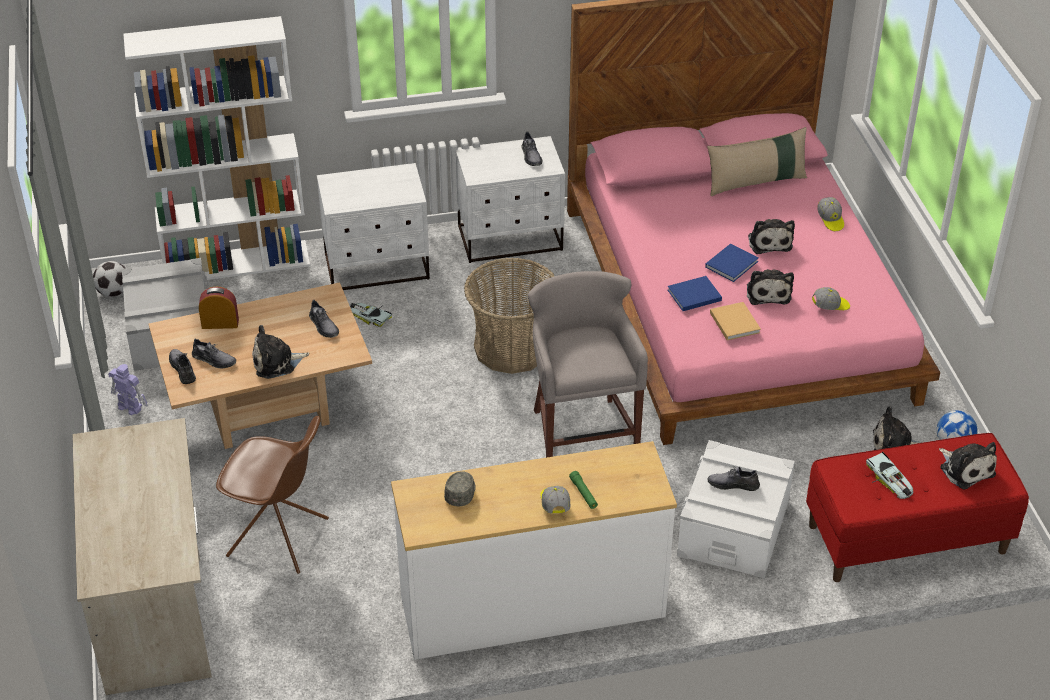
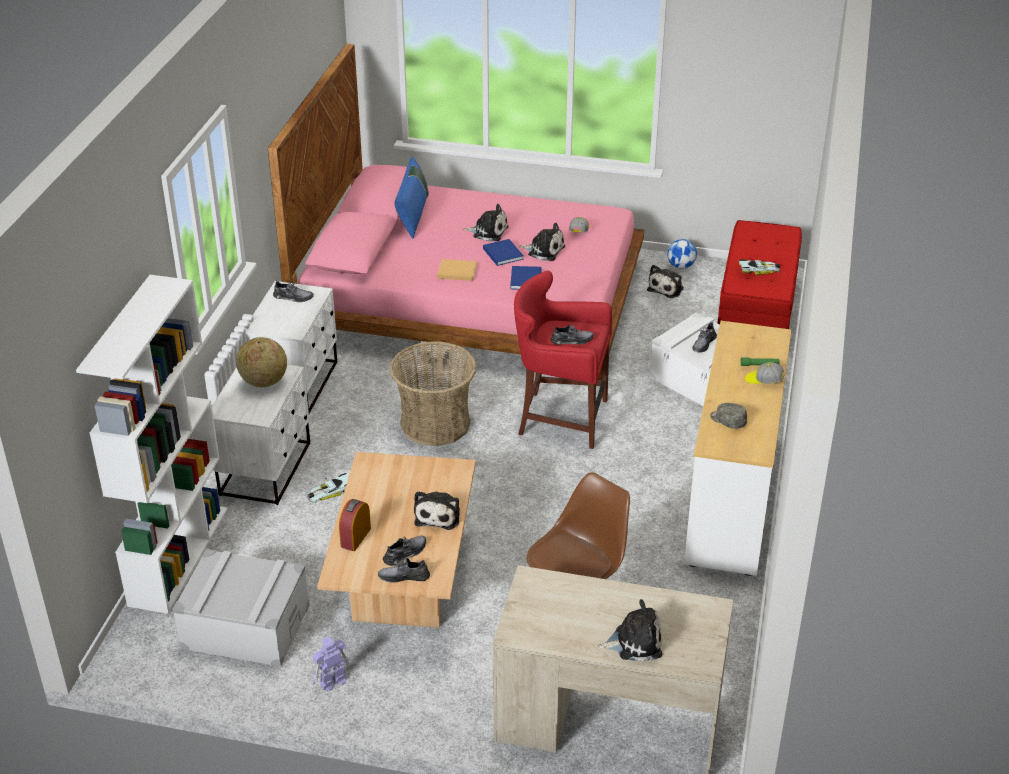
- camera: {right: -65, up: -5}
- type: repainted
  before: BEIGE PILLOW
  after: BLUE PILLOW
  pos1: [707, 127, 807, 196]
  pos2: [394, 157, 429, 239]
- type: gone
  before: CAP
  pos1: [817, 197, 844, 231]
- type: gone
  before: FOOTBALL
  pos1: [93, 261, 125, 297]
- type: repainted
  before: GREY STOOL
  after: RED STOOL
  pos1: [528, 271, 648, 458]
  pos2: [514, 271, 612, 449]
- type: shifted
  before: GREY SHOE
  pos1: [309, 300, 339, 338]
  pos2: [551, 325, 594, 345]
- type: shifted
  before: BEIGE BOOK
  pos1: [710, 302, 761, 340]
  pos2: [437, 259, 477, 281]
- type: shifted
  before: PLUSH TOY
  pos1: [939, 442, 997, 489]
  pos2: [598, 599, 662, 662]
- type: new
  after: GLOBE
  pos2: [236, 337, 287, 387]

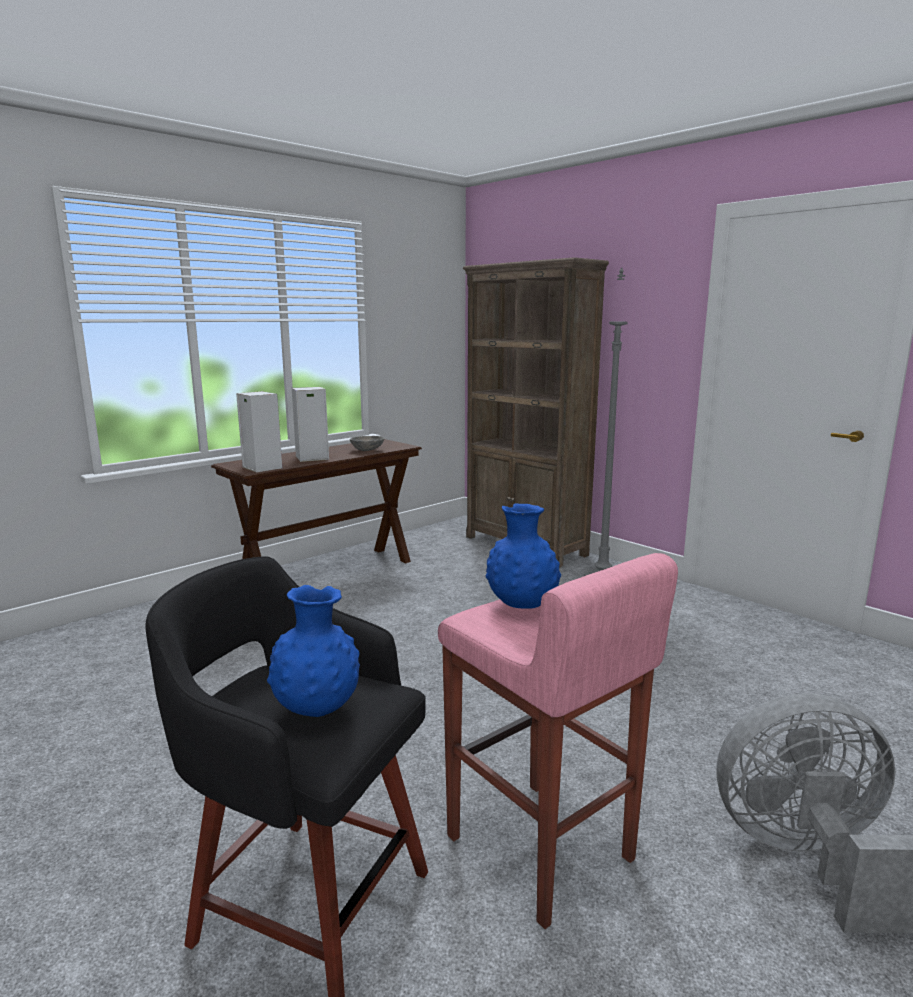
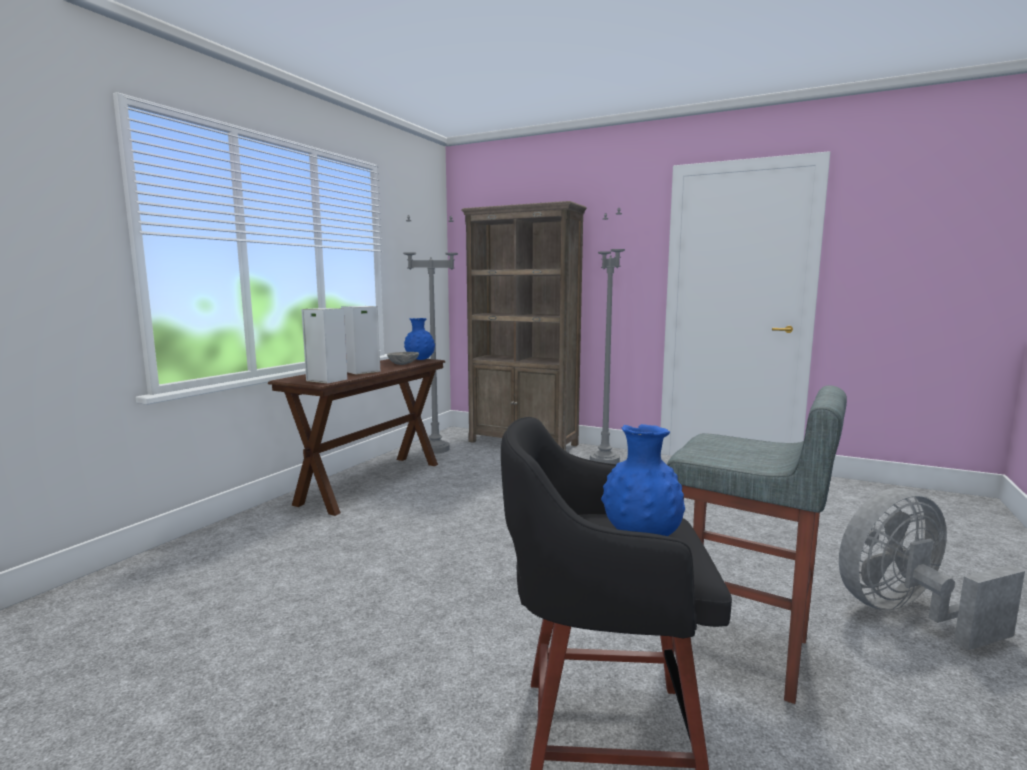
- camera: {right: -20, up: -5}
- type: shifted
  before: BLUE VASE
  pos1: [485, 503, 561, 609]
  pos2: [404, 318, 435, 360]
- type: repainted
  before: PINK STOOL
  after: GREY STOOL
  pos1: [438, 553, 678, 929]
  pos2: [667, 385, 847, 704]
- type: new
  after: GREY FLOOR LAMP
  pos2: [403, 215, 458, 454]

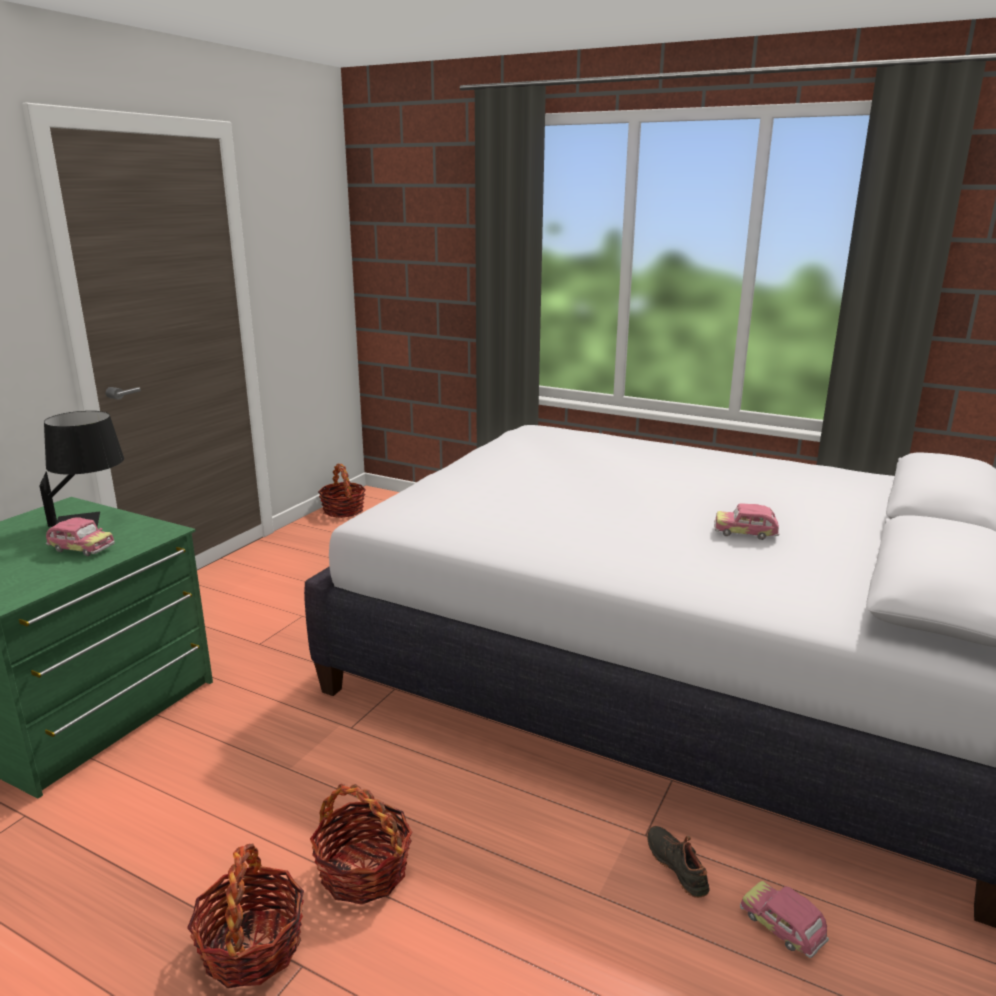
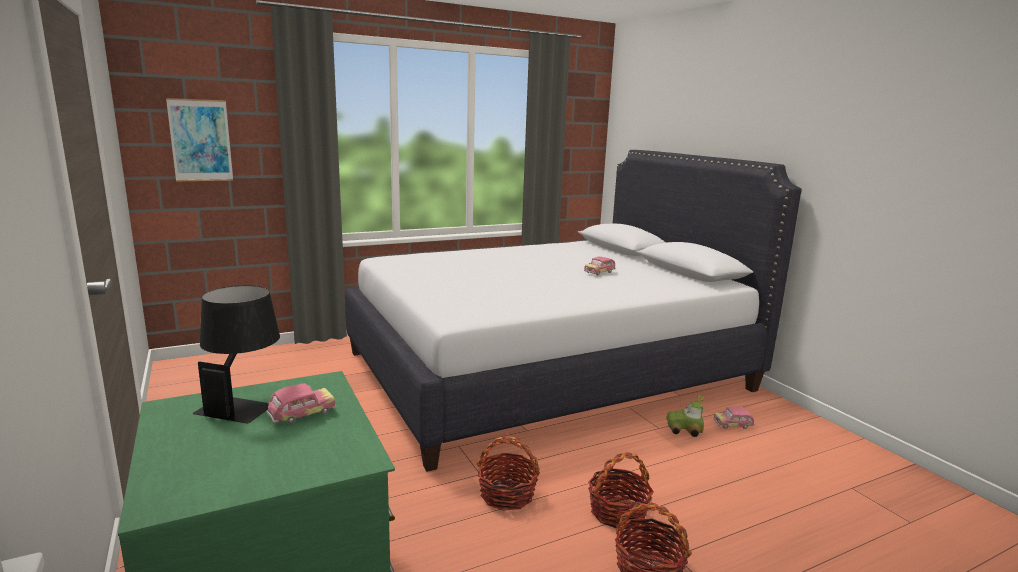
- camera: {right: -55, up: -5}
- type: shifted
  before: BASKET
  pos1: [318, 464, 366, 518]
  pos2: [476, 436, 540, 511]
- type: swapped
  before: BLACK SHOE
  after: TOY CAR
  pos1: [647, 826, 710, 898]
  pos2: [666, 395, 704, 437]
- type: new
  after: PICTURE
  pos2: [166, 98, 233, 181]

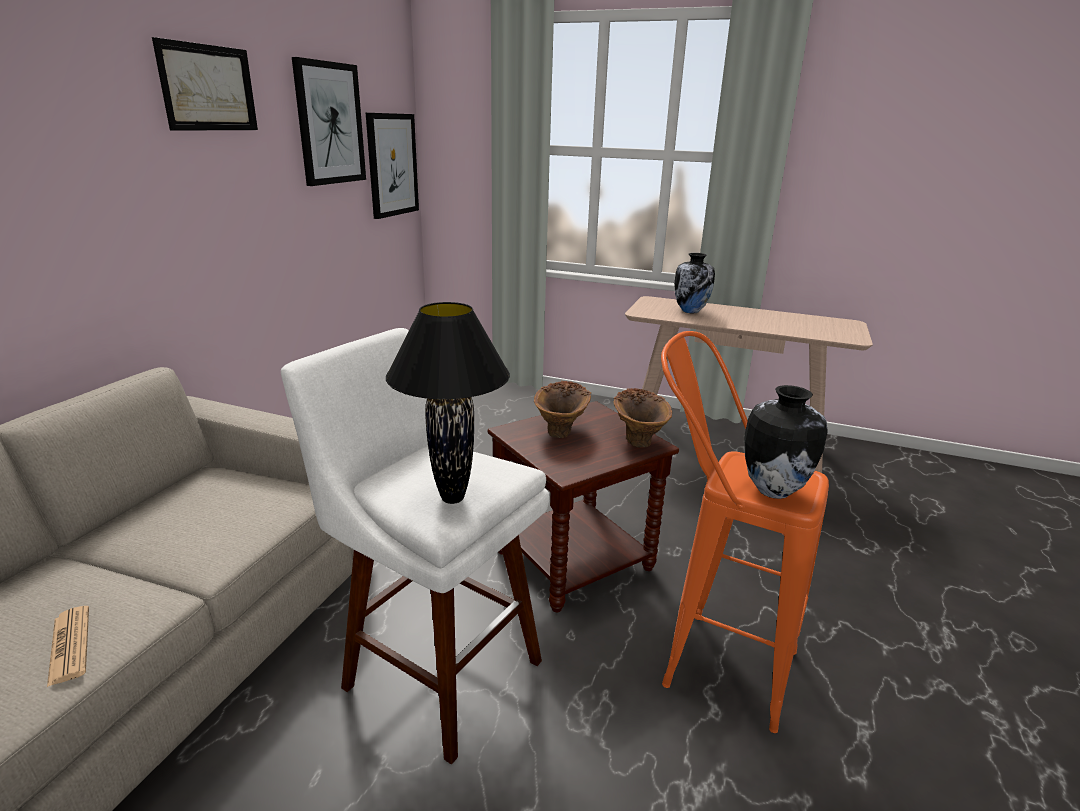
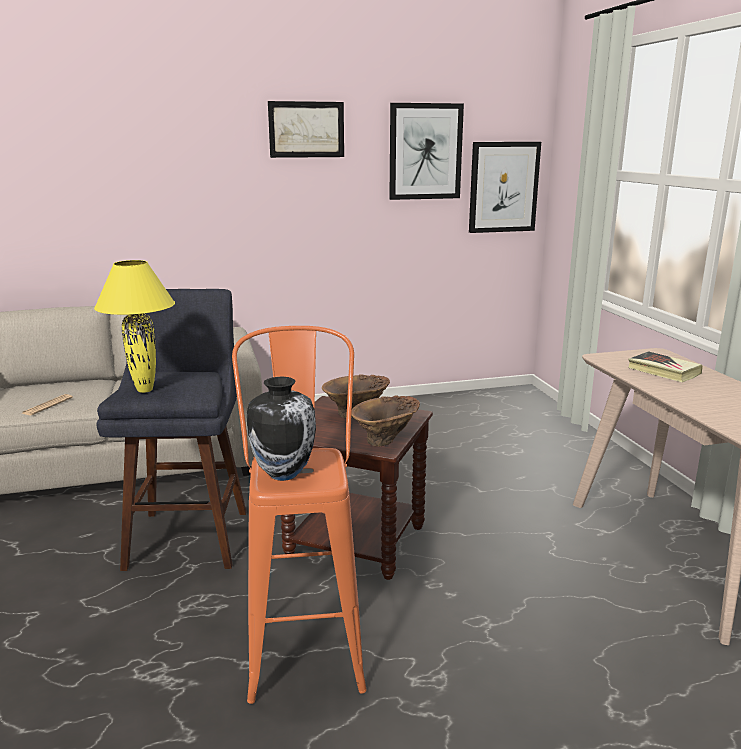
- camera: {right: 55, up: -5}
- type: swapped
  before: VASE
  after: BOOK
  pos1: [674, 253, 715, 313]
  pos2: [628, 351, 703, 382]
- type: repainted
  before: BLACK TABLE LAMP
  after: YELLOW TABLE LAMP
  pos1: [386, 302, 510, 504]
  pos2: [94, 260, 175, 393]
- type: repainted
  before: WHITE STOOL
  after: BLUE STOOL
  pos1: [281, 328, 550, 765]
  pos2: [97, 289, 246, 571]

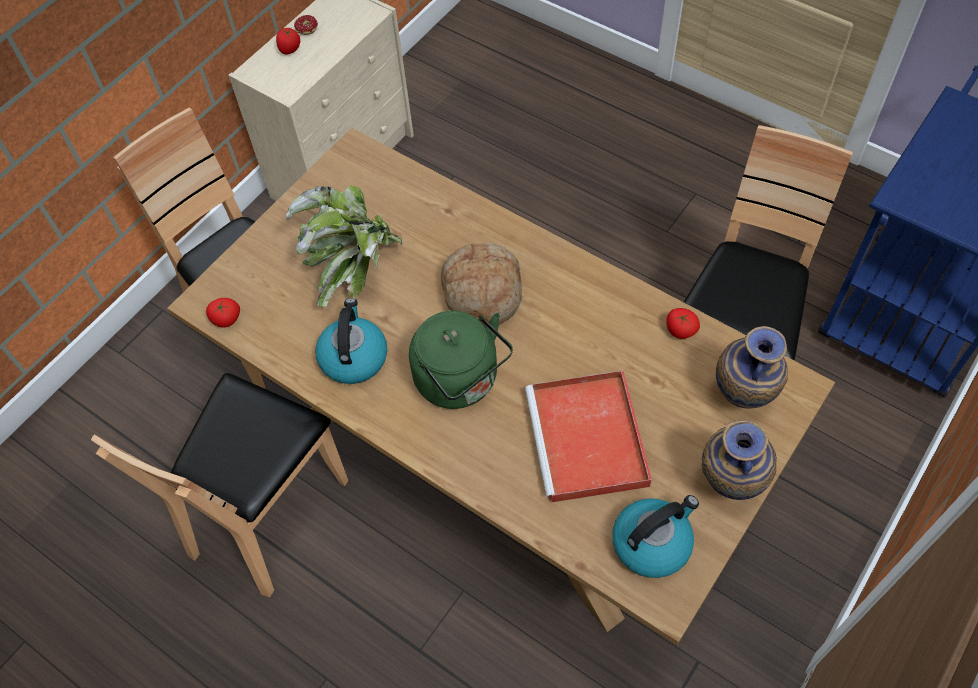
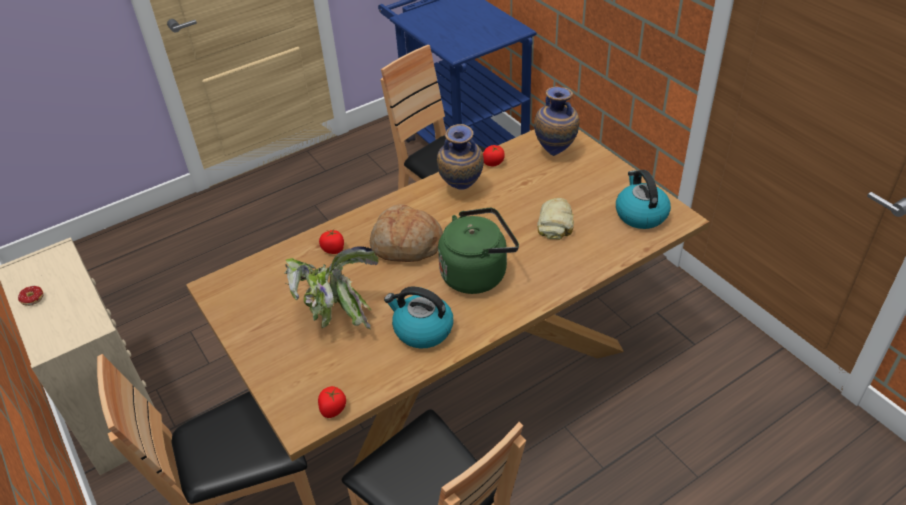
- camera: {right: -70, up: -15}
- type: shifted
  before: TOMATO
  pos1: [276, 28, 300, 54]
  pos2: [319, 229, 344, 254]
- type: swapped
  before: RED TRAY
  after: BREAD
  pos1: [525, 370, 652, 503]
  pos2: [537, 198, 574, 240]
- type: shifted
  before: VASE
  pos1: [702, 420, 777, 500]
  pos2: [437, 124, 484, 190]

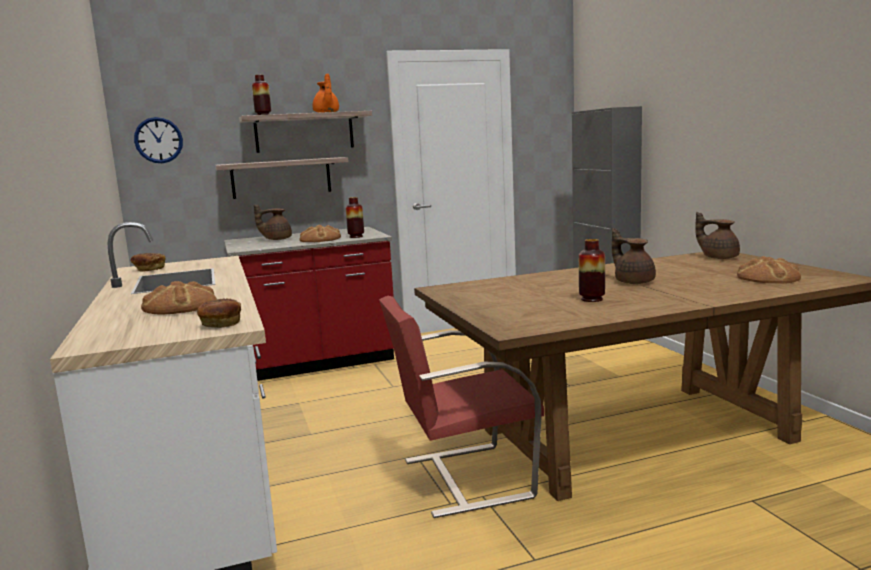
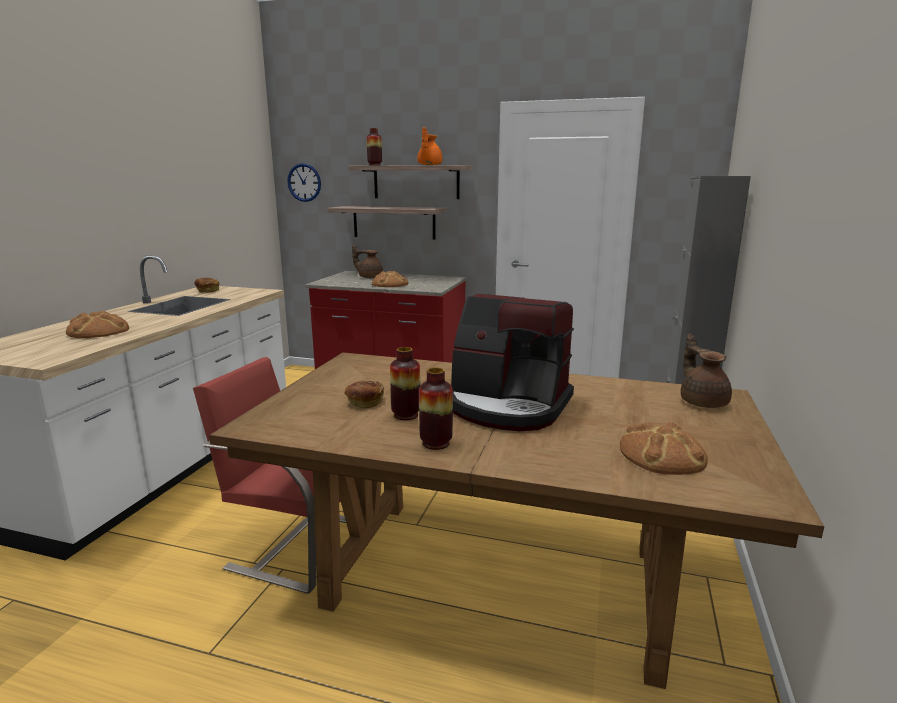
- camera: {right: 35, up: 5}
- type: shifted
  before: VASE
  pos1: [346, 197, 364, 238]
  pos2: [419, 368, 453, 450]
- type: swapped
  before: BROWN TEAPOT
  after: COFFEE MACHINE
  pos1: [612, 228, 656, 284]
  pos2: [451, 294, 574, 431]
- type: shifted
  before: BREAD
  pos1: [197, 298, 241, 328]
  pos2: [344, 380, 384, 408]

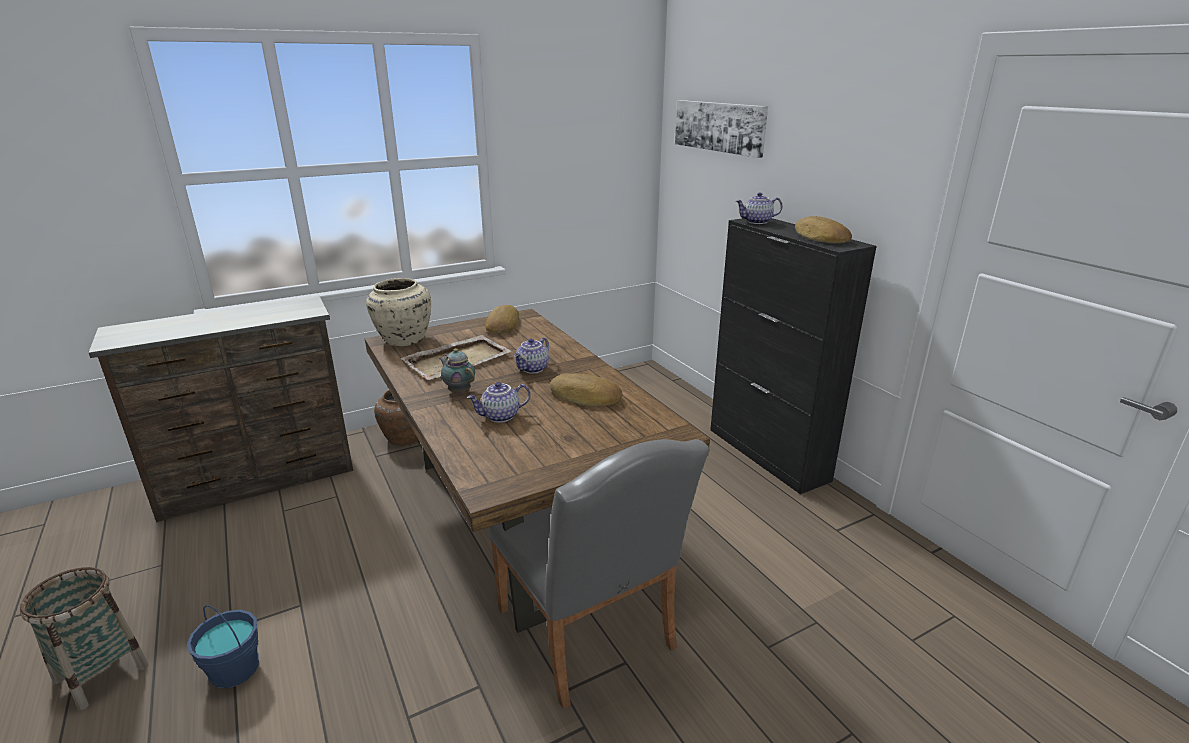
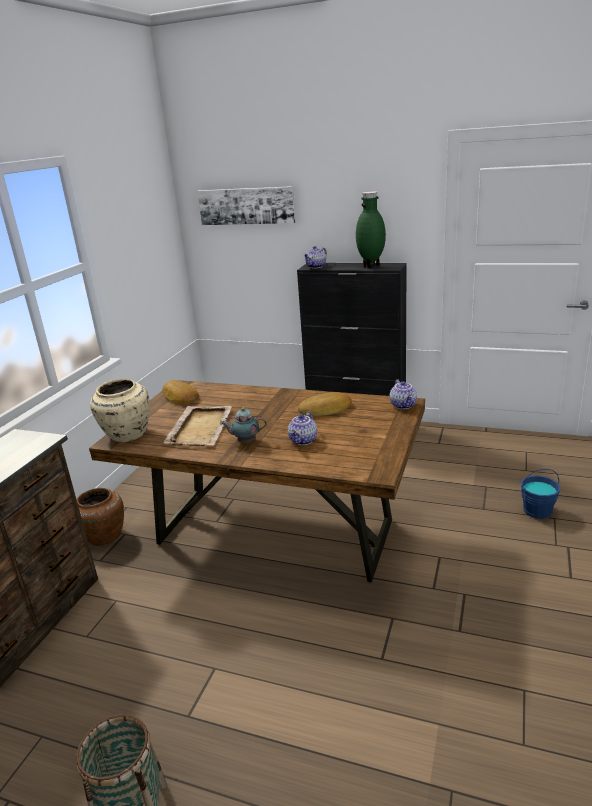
- camera: {right: -40, up: 0}
- type: swapped
  before: BREAD
  after: GREEN VASE
  pos1: [795, 216, 852, 243]
  pos2: [356, 191, 386, 268]
- type: shifted
  before: TEAPOT
  pos1: [514, 337, 549, 374]
  pos2: [390, 380, 417, 409]
- type: gone
  before: GREY CHAIR
  pos1: [489, 439, 710, 709]
- type: shifted
  before: BLUE BUCKET
  pos1: [187, 605, 259, 688]
  pos2: [521, 469, 561, 519]

